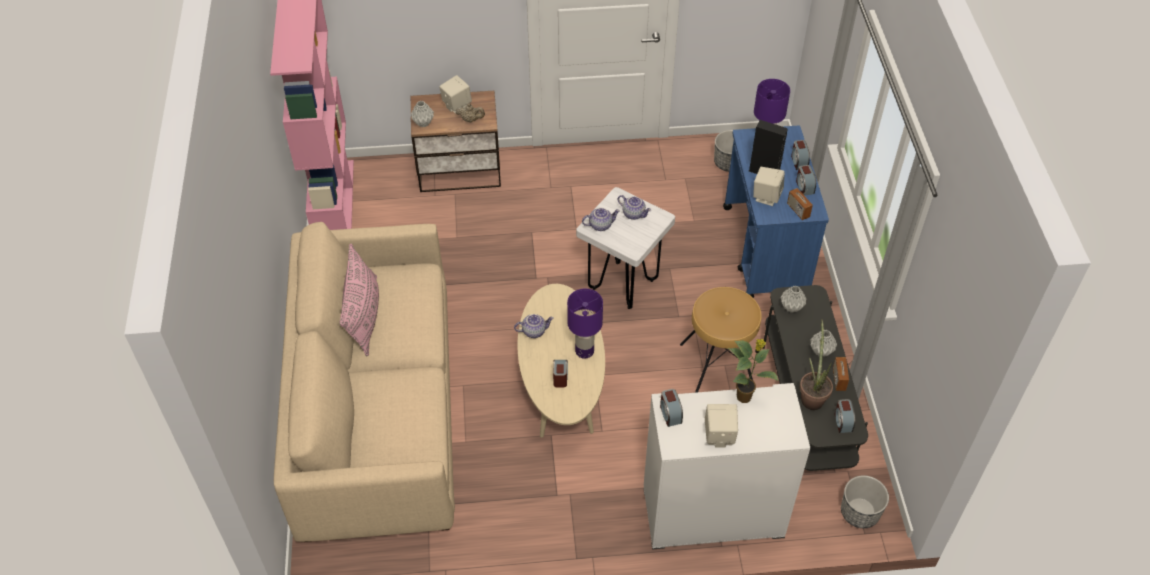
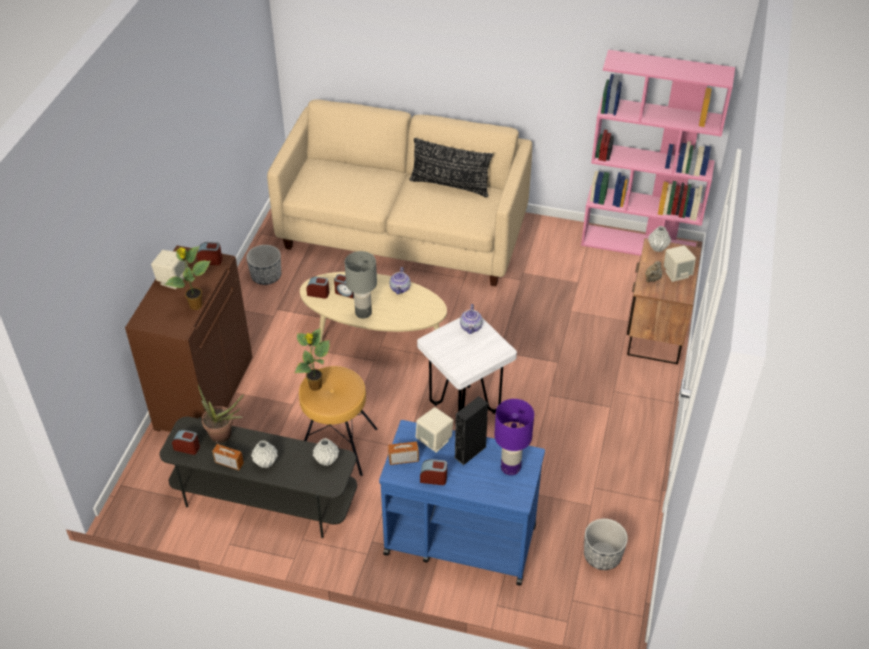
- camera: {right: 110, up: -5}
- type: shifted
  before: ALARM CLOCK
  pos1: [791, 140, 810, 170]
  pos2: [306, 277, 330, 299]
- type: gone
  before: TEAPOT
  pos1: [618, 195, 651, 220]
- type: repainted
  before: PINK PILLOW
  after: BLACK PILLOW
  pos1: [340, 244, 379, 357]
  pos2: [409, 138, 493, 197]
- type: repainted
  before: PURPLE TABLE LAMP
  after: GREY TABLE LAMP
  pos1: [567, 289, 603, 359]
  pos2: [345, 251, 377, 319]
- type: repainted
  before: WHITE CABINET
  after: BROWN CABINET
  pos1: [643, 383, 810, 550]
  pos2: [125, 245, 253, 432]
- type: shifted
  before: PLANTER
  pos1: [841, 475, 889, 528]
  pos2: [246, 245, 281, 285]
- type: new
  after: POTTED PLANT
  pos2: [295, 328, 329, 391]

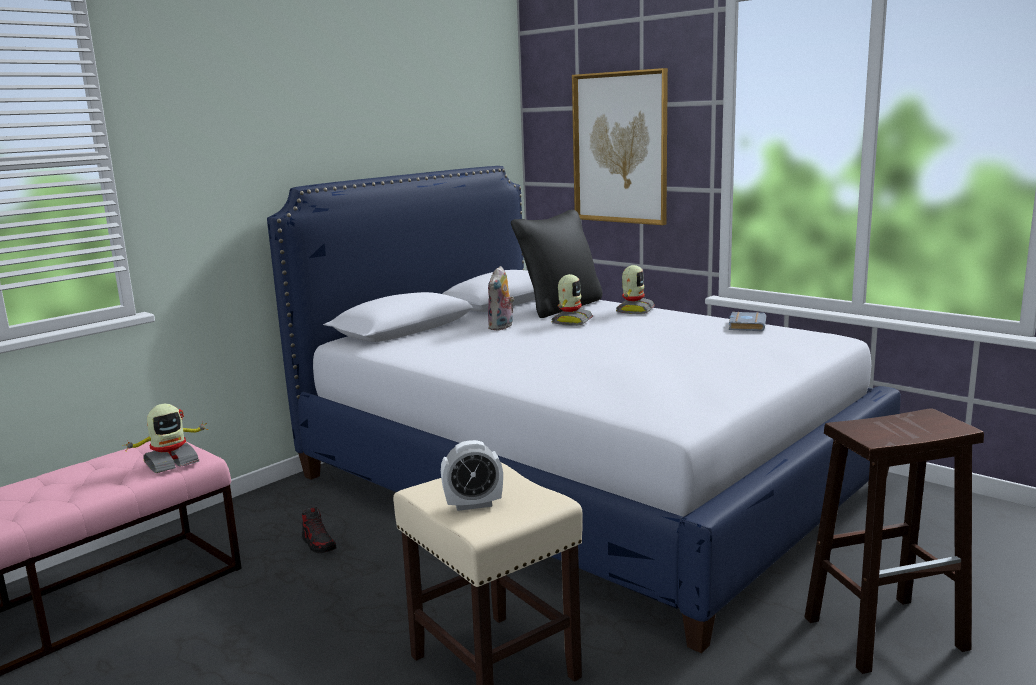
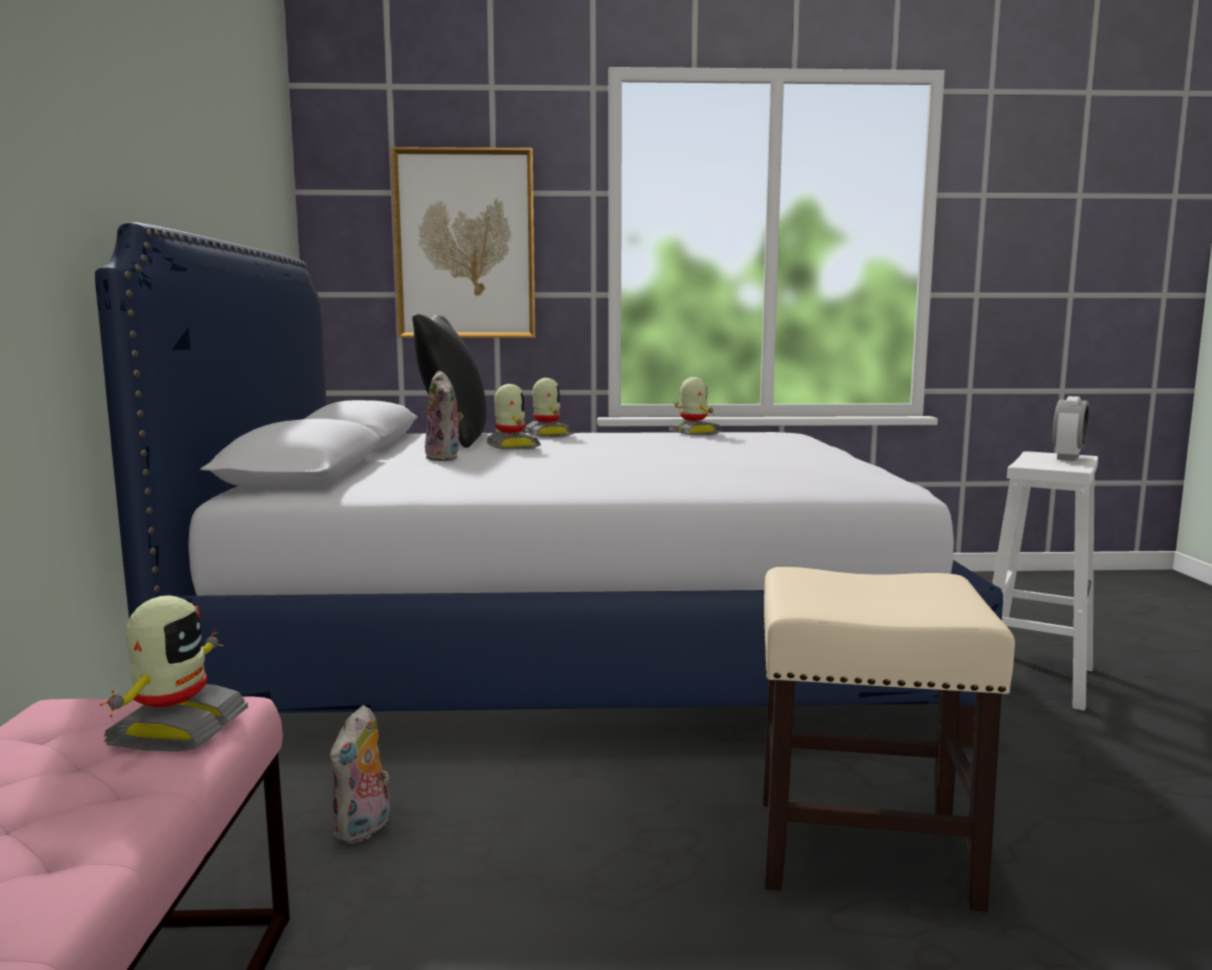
- camera: {right: -45, up: -5}
- type: swapped
  before: GREY BOOK
  after: TOY ROBOT
  pos1: [729, 312, 766, 331]
  pos2: [669, 377, 722, 435]
- type: repainted
  before: BROWN STOOL
  after: WHITE STOOL
  pos1: [805, 408, 984, 674]
  pos2: [992, 451, 1098, 711]
- type: shifted
  before: ALARM CLOCK
  pos1: [441, 440, 503, 511]
  pos2: [1053, 396, 1089, 461]
- type: swapped
  before: SHOE
  after: PLUSH TOY
  pos1: [302, 507, 336, 553]
  pos2: [330, 705, 390, 844]

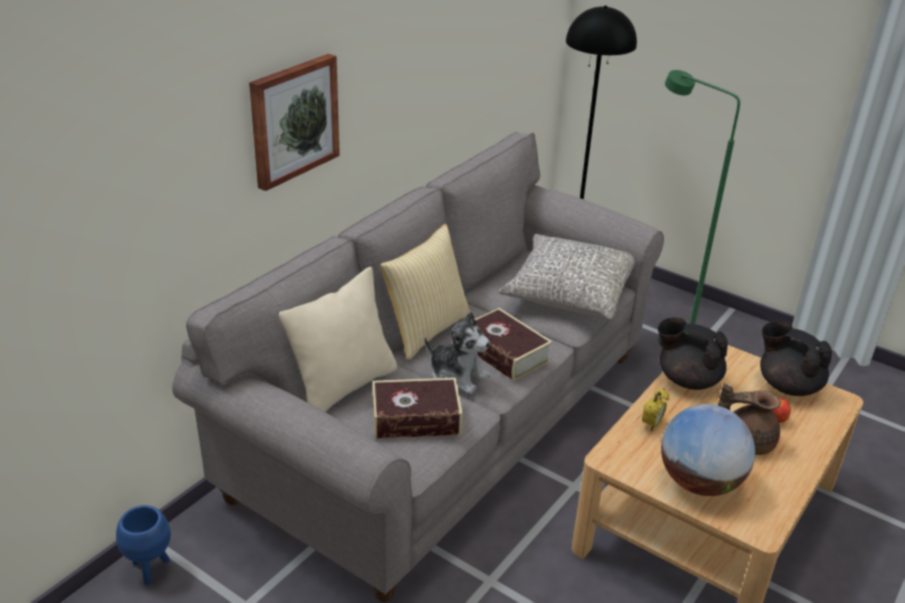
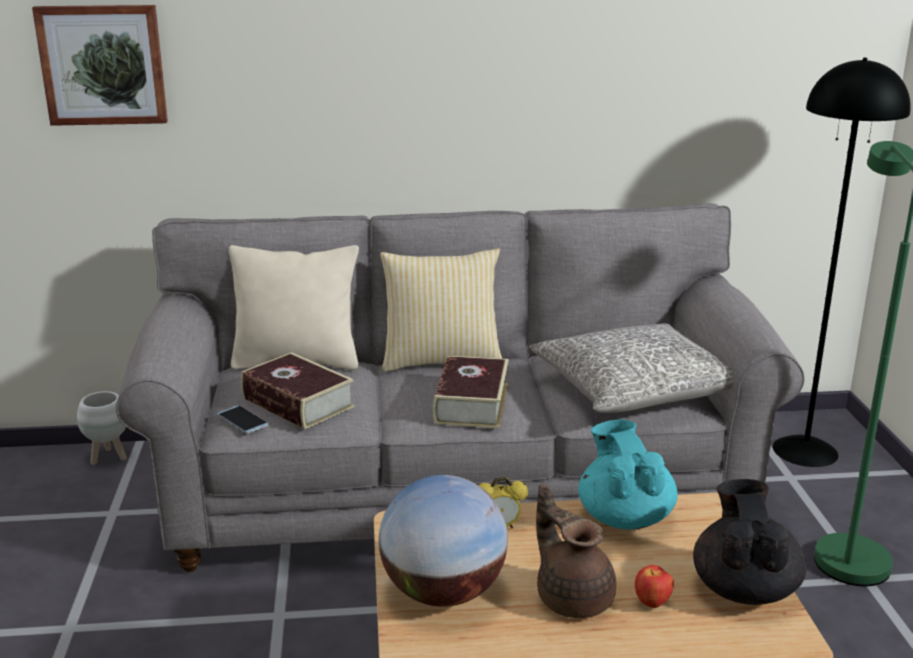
- camera: {right: 50, up: -10}
- type: shifted
  before: PICTURE
  pos1: [249, 54, 340, 191]
  pos2: [32, 5, 168, 126]
- type: gone
  before: PLUSH TOY
  pos1: [424, 311, 490, 394]
- type: repainted
  before: BLACK TEAPOT
  after: TURQUOISE TEAPOT
  pos1: [658, 317, 728, 390]
  pos2: [578, 419, 678, 530]
- type: repainted
  before: BLUE PLANTER
  after: WHITE PLANTER
  pos1: [116, 505, 171, 585]
  pos2: [77, 391, 127, 465]
- type: new
  after: PHONE
  pos2: [217, 406, 269, 433]

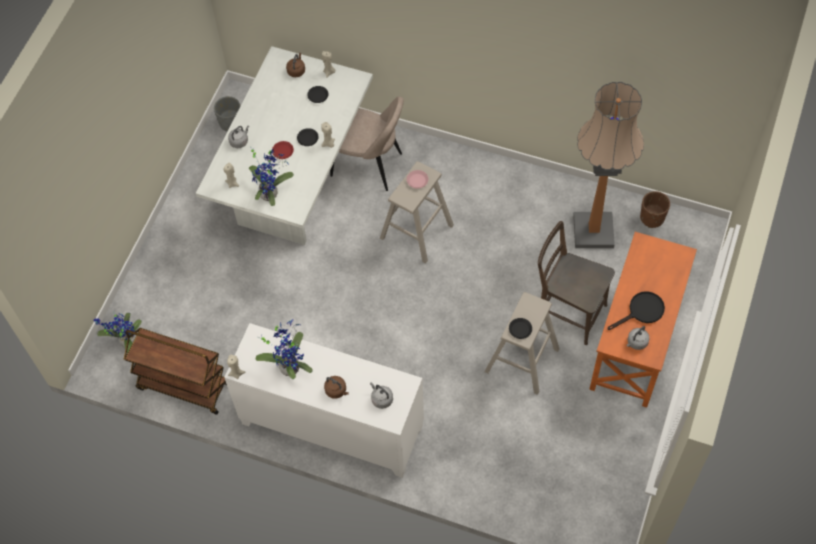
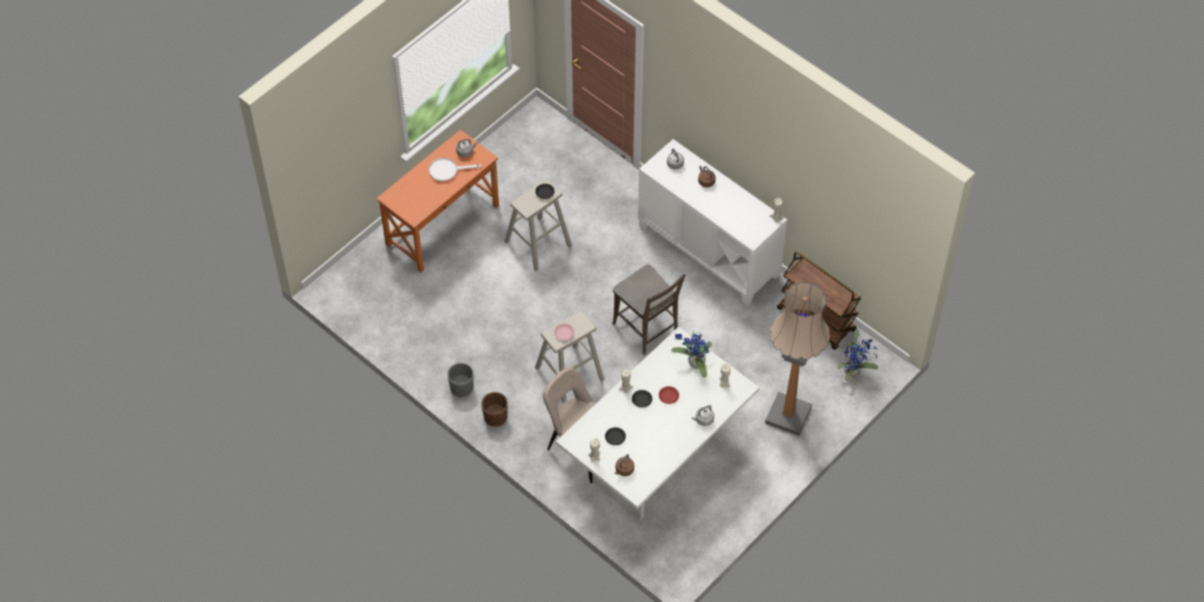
- camera: {right: -160, up: -5}
- type: shifted
  before: FLOOR LAMP
  pos1: [573, 82, 644, 248]
  pos2: [765, 282, 830, 436]
- type: shifted
  before: GREY PLANTER
  pos1: [214, 96, 240, 131]
  pos2: [447, 363, 474, 398]
- type: shifted
  before: BROWN PLANTER
  pos1: [640, 191, 670, 228]
  pos2: [481, 392, 508, 427]
- type: shifted
  before: BROWN CHAIR
  pos1: [538, 221, 615, 345]
  pos2: [612, 265, 685, 355]
- type: repainted
  before: BLACK FRYING PAN
  after: WHITE FRYING PAN
  pos1: [608, 291, 665, 330]
  pos2: [429, 158, 482, 181]
- type: gone
  before: POTTED PLANT
  pos1: [255, 319, 313, 379]

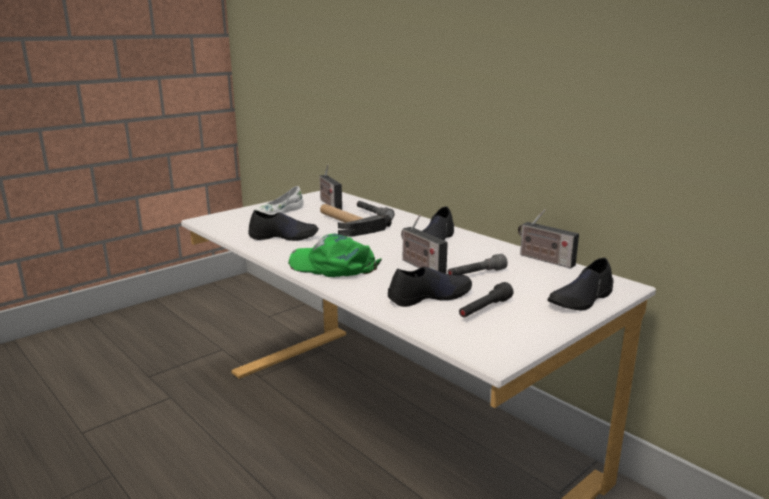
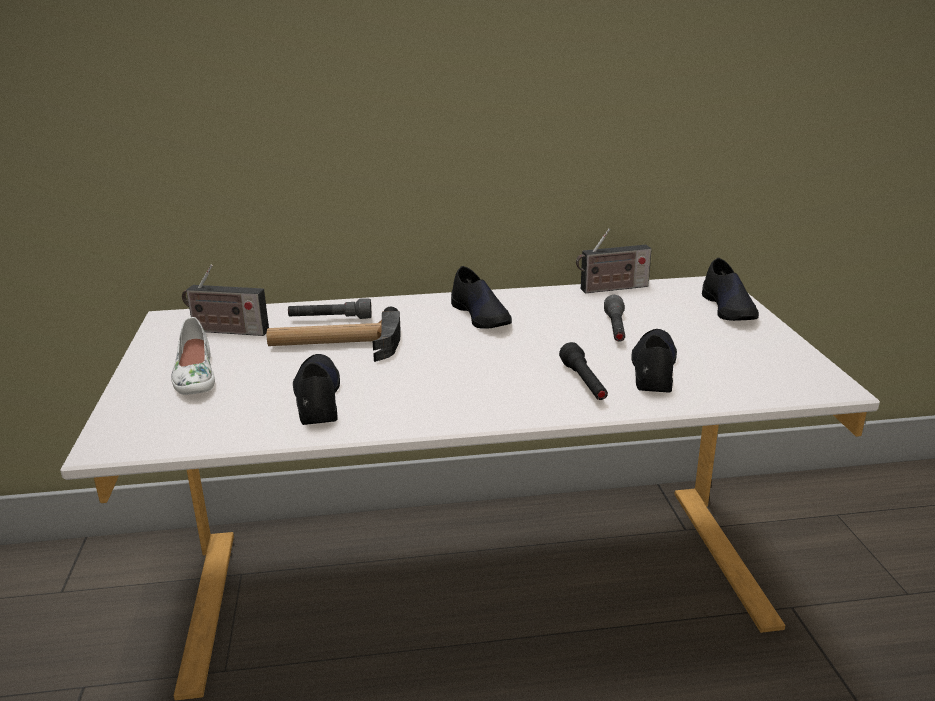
- camera: {right: -55, up: 5}
- type: rotated
  before: BLACK SHOE
  pos1: [248, 210, 319, 241]
  pos2: [293, 354, 340, 425]
  turn: -45
- type: gone
  before: RADIO
  pos1: [401, 215, 448, 274]
- type: gone
  before: GREEN CAP
  pos1: [288, 234, 382, 277]
- type: shifted
  before: BLACK FLASHLIGHT
  pos1: [459, 282, 514, 318]
  pos2: [559, 342, 608, 400]

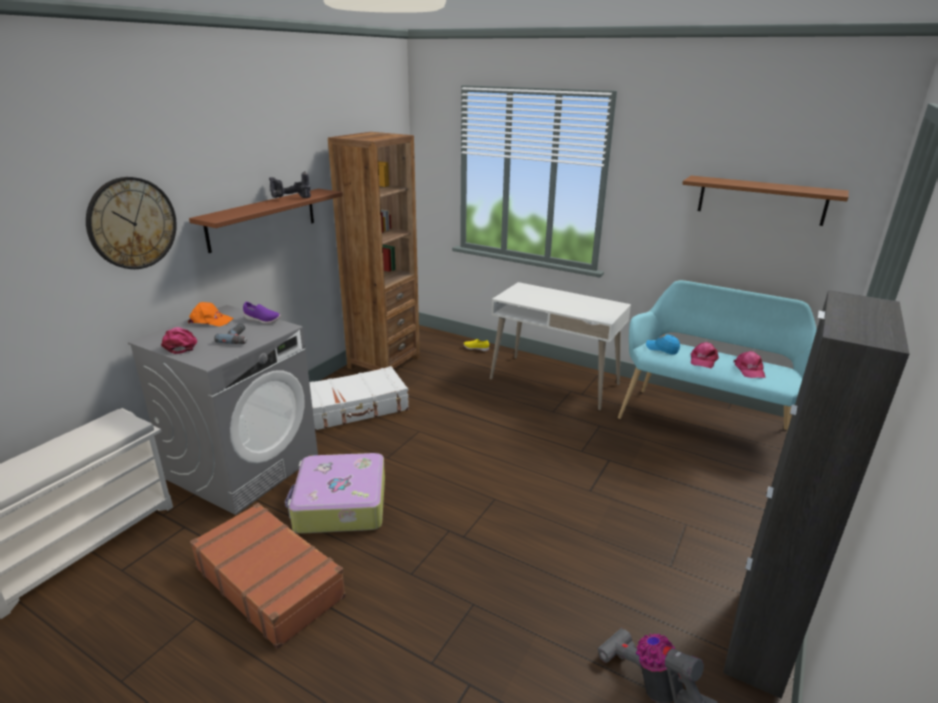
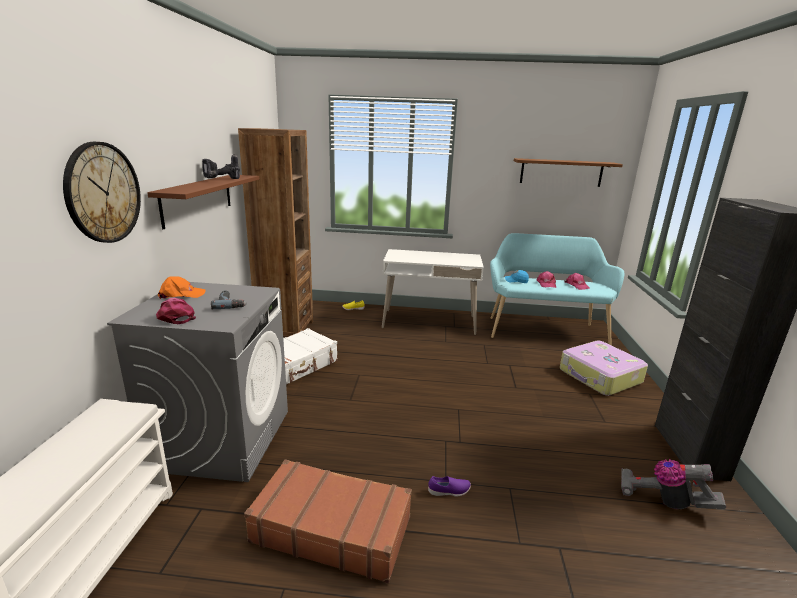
- camera: {right: -25, up: -5}
- type: shifted
  before: PURPLE SHOE
  pos1: [243, 302, 280, 324]
  pos2: [428, 476, 471, 497]
- type: shifted
  before: SUITCASE
  pos1: [285, 453, 385, 534]
  pos2: [560, 341, 648, 396]

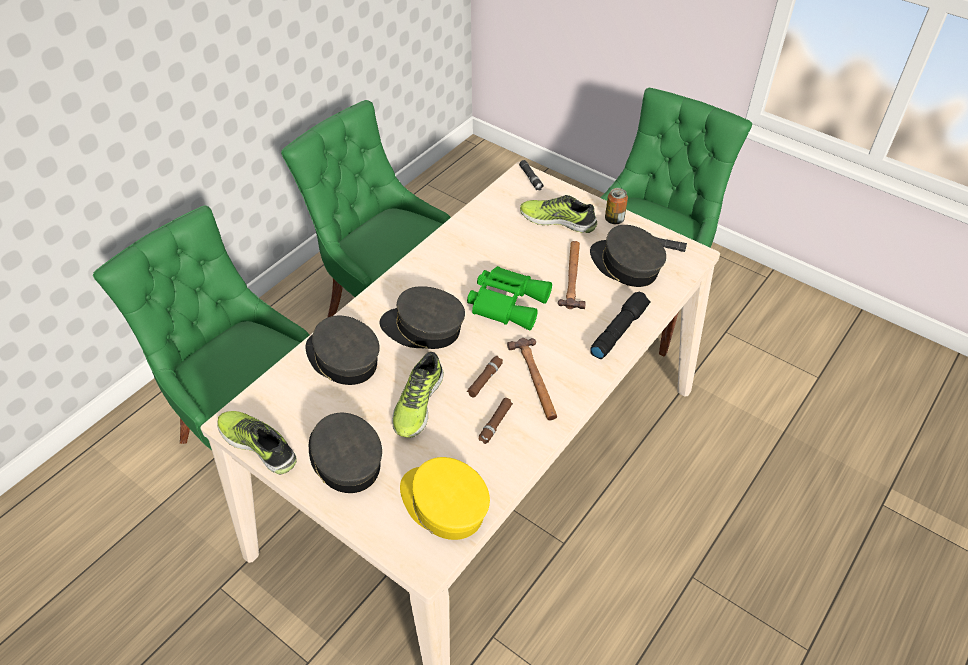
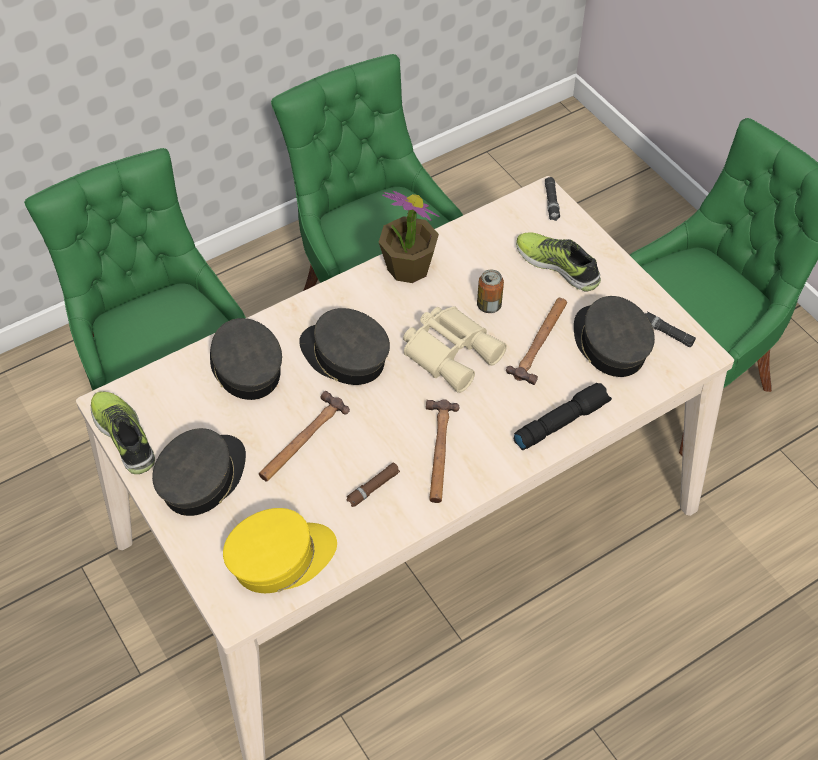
- camera: {right: 20, up: 5}
- type: shifted
  before: CAN
  pos1: [605, 188, 628, 224]
  pos2: [477, 269, 504, 313]
- type: repainted
  before: GREEN BINOCULARS
  after: BEIGE BINOCULARS
  pos1: [467, 266, 552, 330]
  pos2: [403, 306, 507, 393]
- type: swapped
  before: SHOE
  after: HAMMER
  pos1: [392, 352, 444, 438]
  pos2: [259, 391, 350, 482]
- type: gone
  before: BROWN FLASHLIGHT
  pos1: [467, 356, 503, 398]
- type: rotated
  before: GREY CAP
  pos1: [309, 413, 382, 493]
  pos2: [152, 428, 246, 516]
  turn: 45
- type: rotated
  before: YELLOW CAP
  pos1: [400, 457, 490, 540]
  pos2: [223, 508, 337, 593]
  turn: 90
- type: new
  after: POTTED PLANT
  pos2: [379, 191, 439, 283]

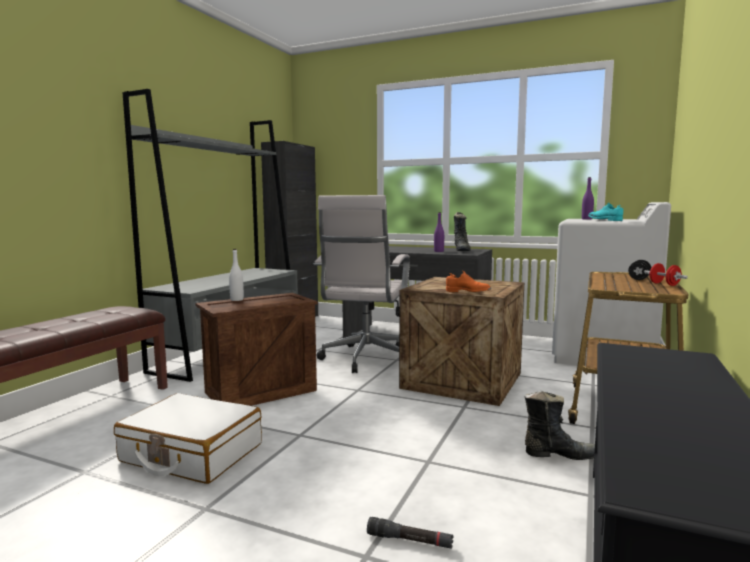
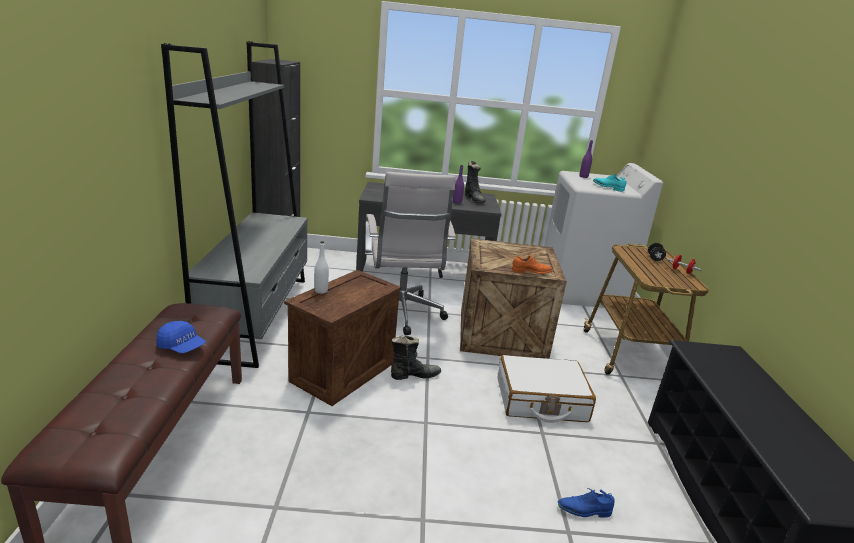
- camera: {right: -25, up: 15}
- type: shifted
  before: BLACK BOOT
  pos1: [525, 391, 595, 460]
  pos2: [391, 335, 441, 380]
- type: shifted
  before: WHITE SUITCASE
  pos1: [114, 393, 262, 484]
  pos2: [497, 355, 596, 423]
- type: swapped
  before: BLACK FLASHLIGHT
  after: BLUE SHOE
  pos1: [367, 517, 454, 549]
  pos2: [558, 488, 615, 517]
- type: new
  after: BLUE CAP
  pos2: [156, 321, 206, 353]

